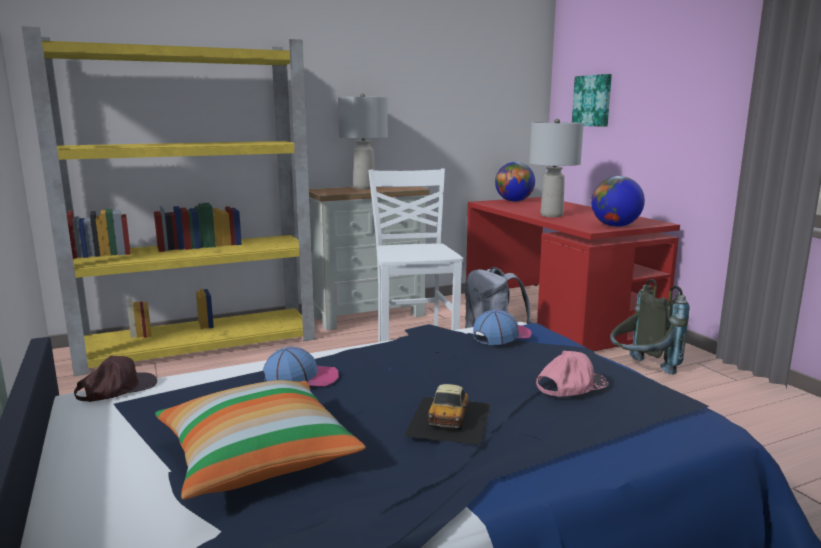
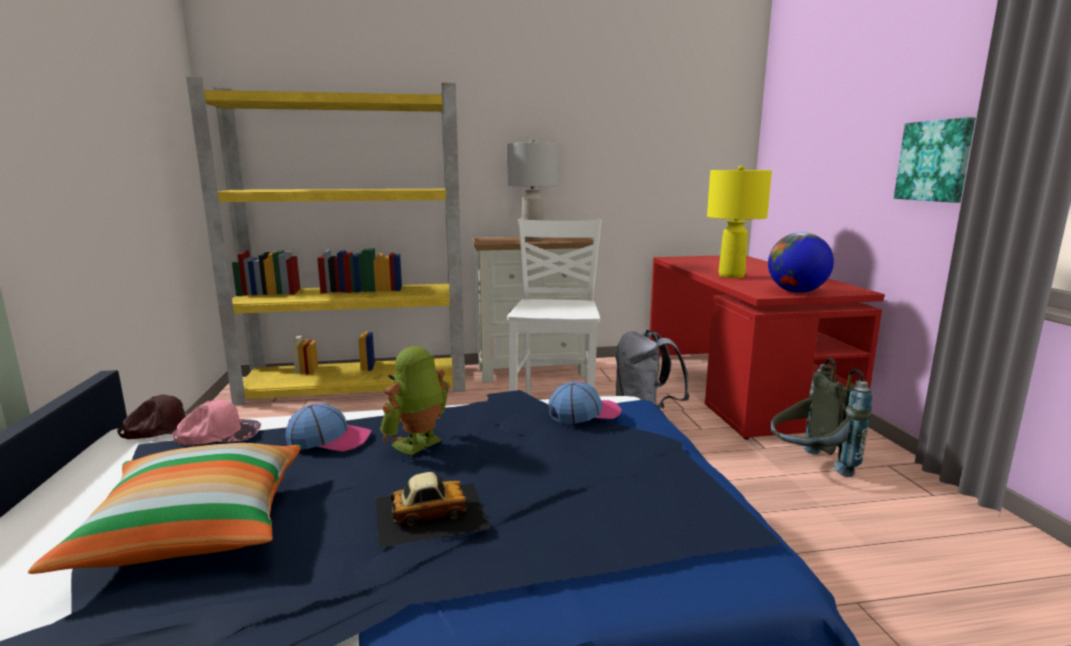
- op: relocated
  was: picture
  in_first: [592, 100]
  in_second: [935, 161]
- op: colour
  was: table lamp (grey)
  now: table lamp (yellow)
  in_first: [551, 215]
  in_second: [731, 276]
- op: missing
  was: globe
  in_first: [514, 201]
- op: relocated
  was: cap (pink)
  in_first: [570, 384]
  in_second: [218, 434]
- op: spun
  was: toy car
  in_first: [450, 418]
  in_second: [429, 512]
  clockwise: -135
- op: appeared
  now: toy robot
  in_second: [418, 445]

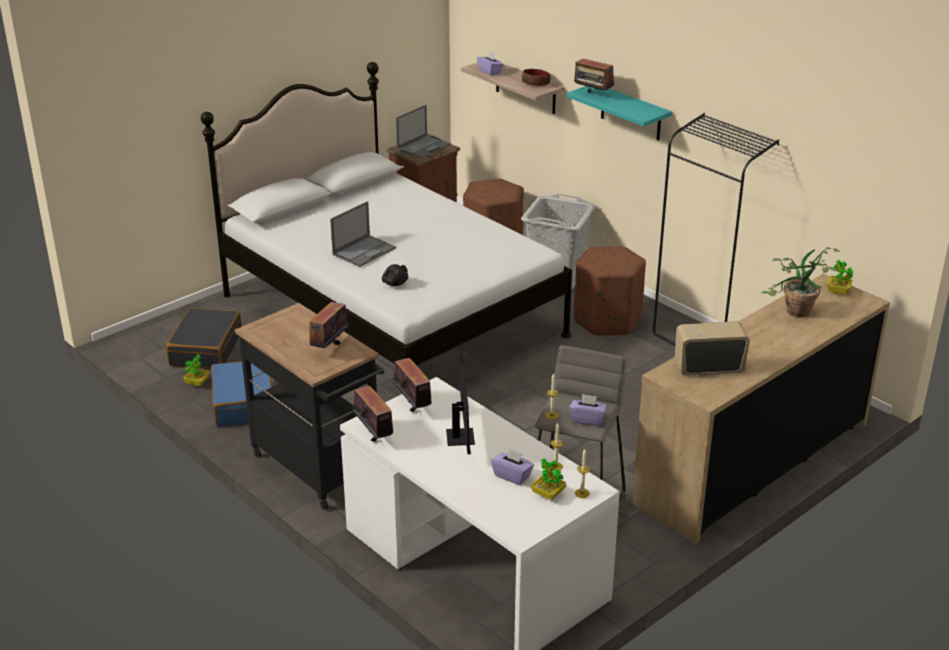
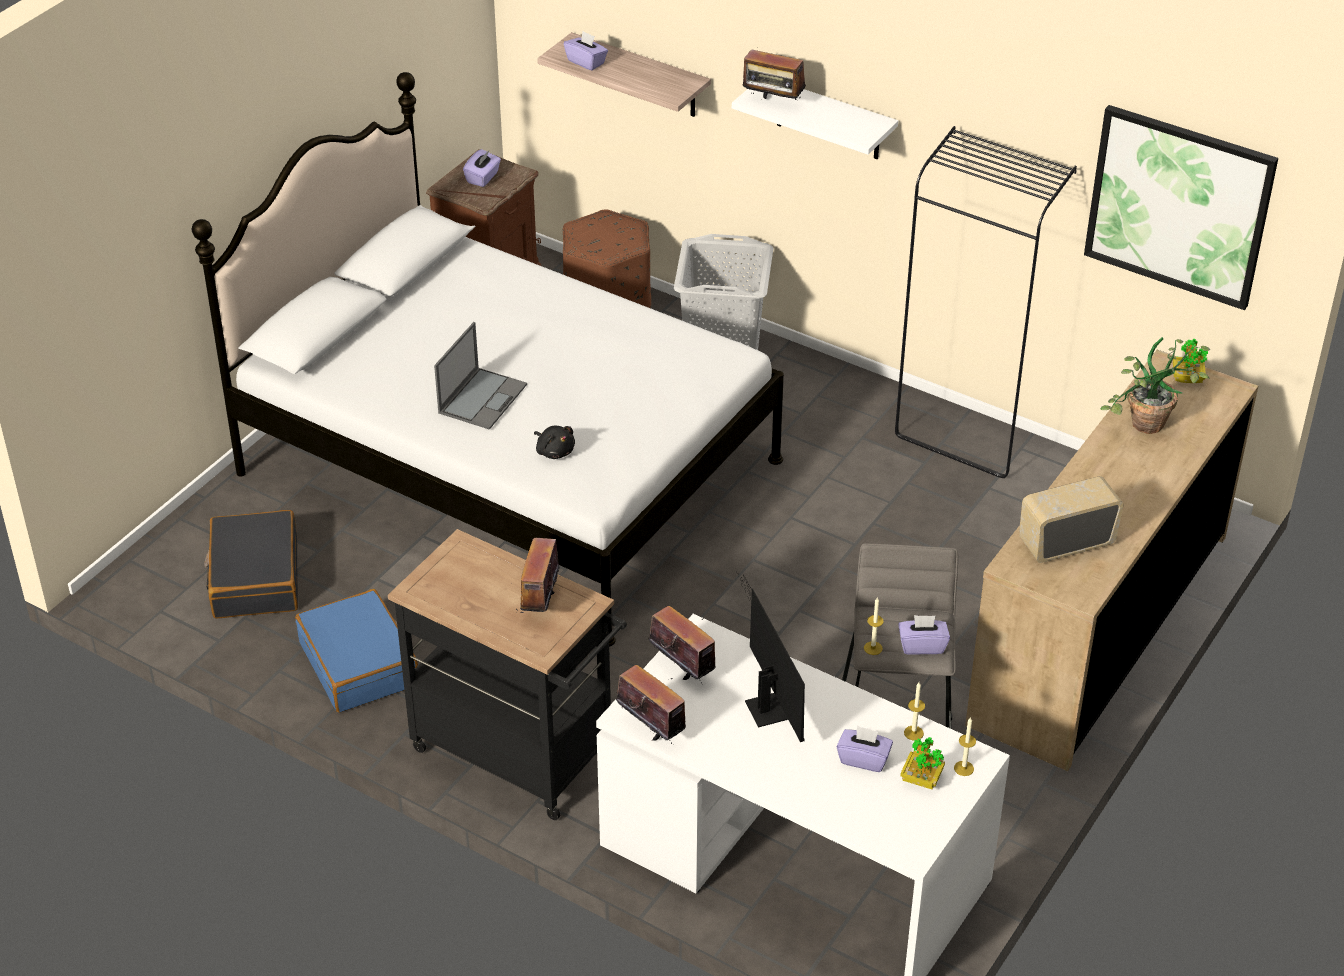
- op: missing
  was: bowl
  in_first: [536, 84]
- op: colour
  was: shelf (turquoise)
  now: shelf (white)
  in_first: [631, 112]
  in_second: [828, 119]
- op: exchanged
  was: laptop
  now: tissue box (purple)
  in_first: [424, 147]
  in_second: [483, 178]
- op: missing
  was: ottoman (brown)
  in_first: [607, 320]
- op: missing
  was: potted plant
  in_first: [197, 383]
- op: appeared
  now: picture
  in_second: [1179, 206]

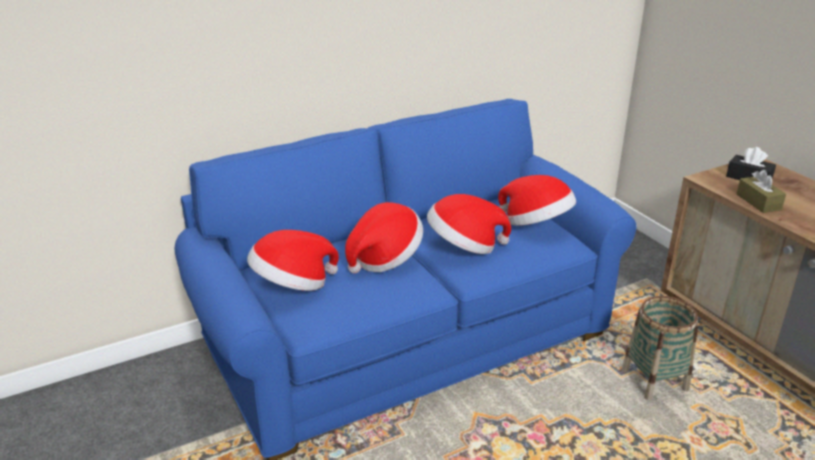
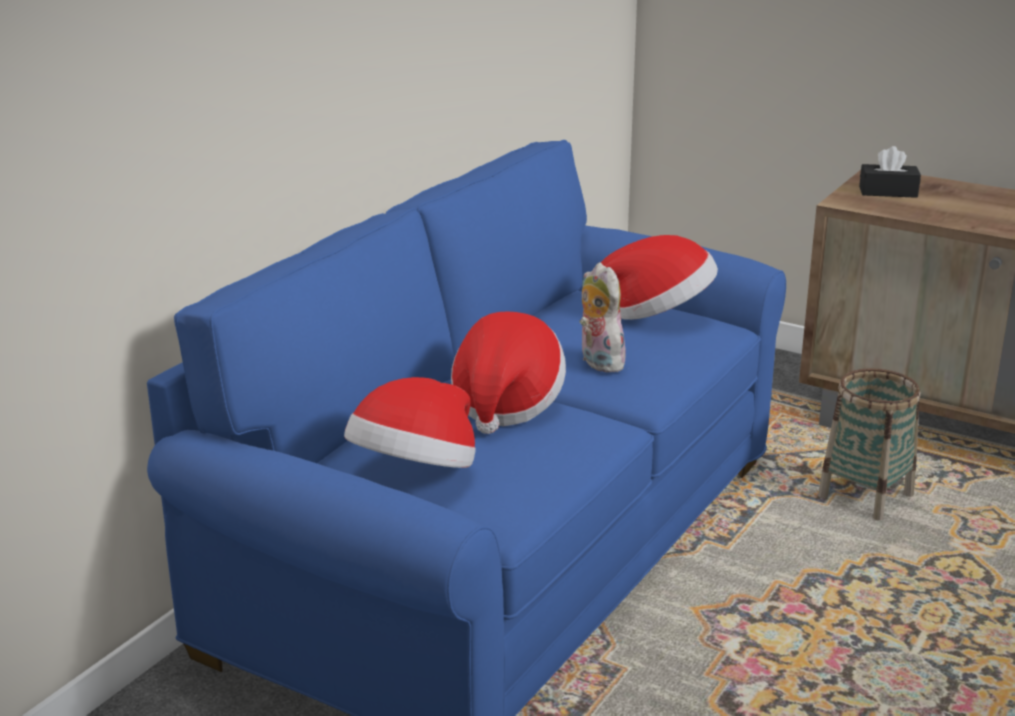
- op: missing
  was: tissue box (brown)
  in_first: [758, 202]
- op: exchanged
  was: hat
  now: plush toy
  in_first: [464, 246]
  in_second: [598, 362]

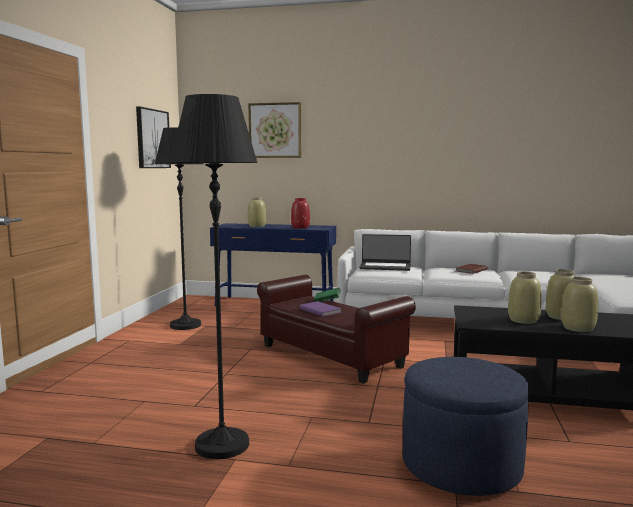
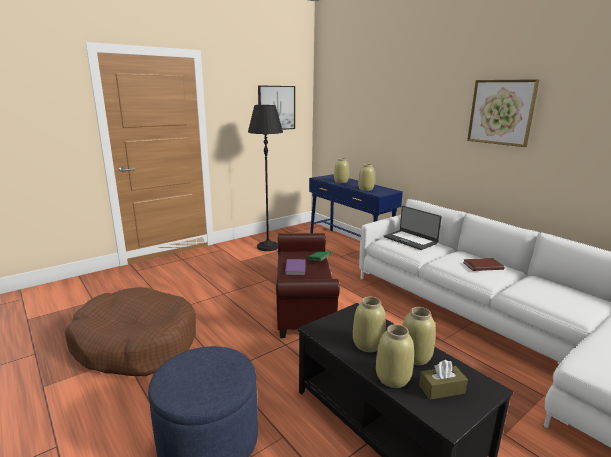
- op: exchanged
  was: floor lamp (black)
  now: dog bed (brown)
  in_first: [222, 445]
  in_second: [136, 344]
- op: relocated
  was: picture
  in_first: [275, 130]
  in_second: [501, 112]
- op: colour
  was: vase (red)
  now: vase (beige)
  in_first: [300, 227]
  in_second: [366, 189]
- op: appeared
  now: tissue box (brown)
  in_second: [441, 389]

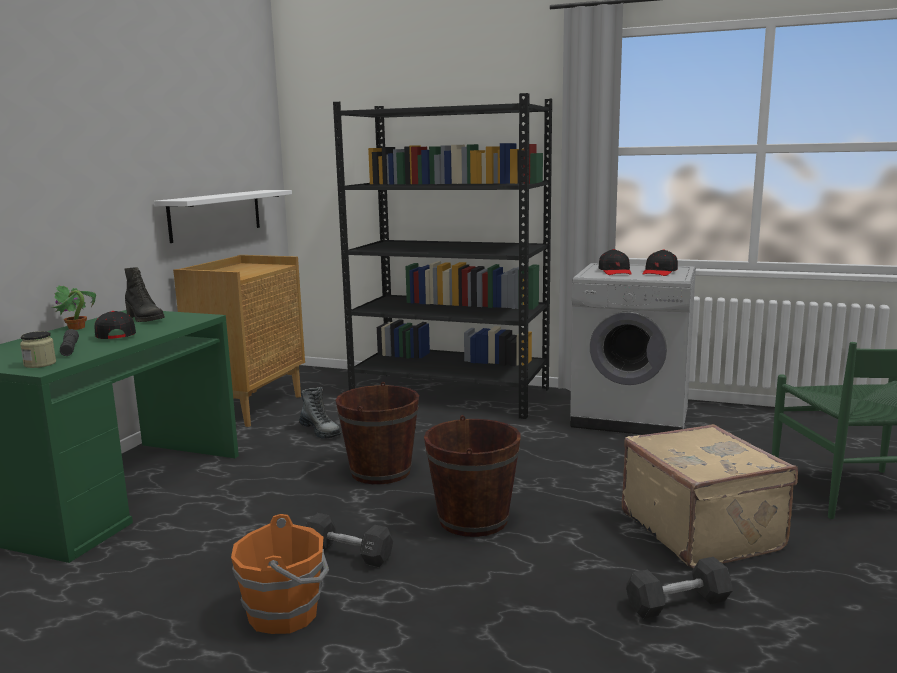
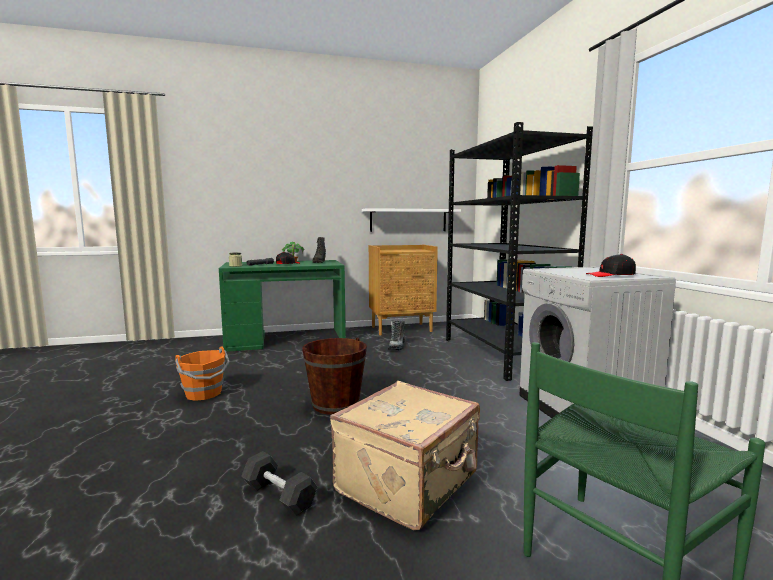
- op: missing
  was: cap (black)
  in_first: [615, 271]
- op: missing
  was: bucket (brown)
  in_first: [381, 471]
- op: missing
  was: dumbbell (black)
  in_first: [348, 554]

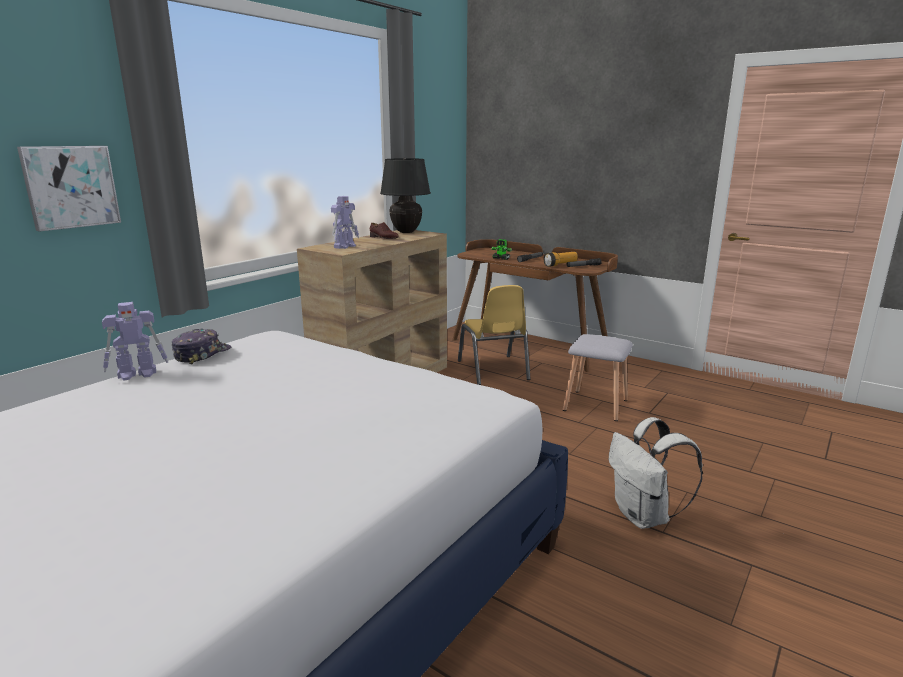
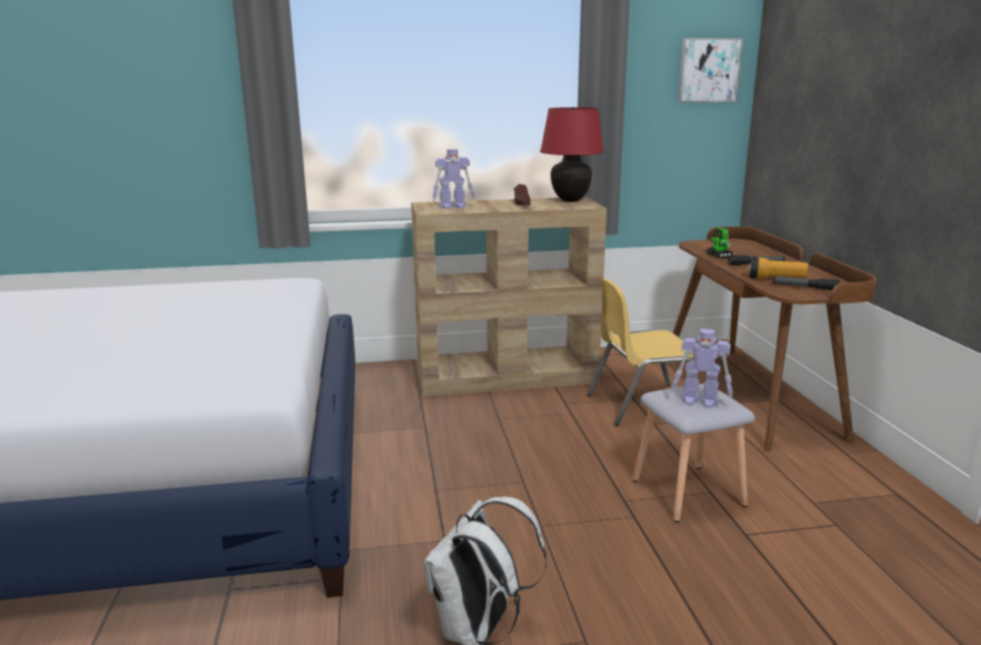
- op: relocated
  was: picture
  in_first: [70, 187]
  in_second: [708, 70]
- op: colour
  was: table lamp (black)
  now: table lamp (red)
  in_first: [406, 232]
  in_second: [570, 200]
- op: spun
  was: chair (yellow)
  in_first: [493, 370]
  in_second: [643, 405]
  clockwise: 45
- op: relocated
  was: toy robot
  in_first: [138, 374]
  in_second: [700, 401]
- op: missing
  was: cap
  in_first: [202, 354]

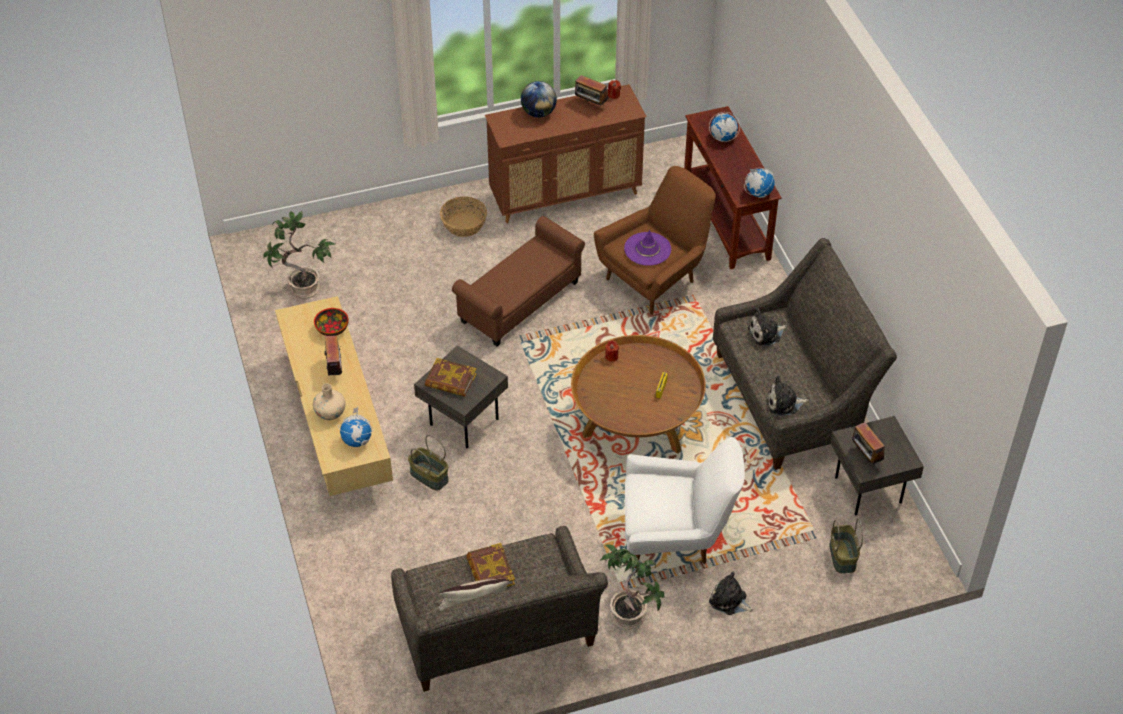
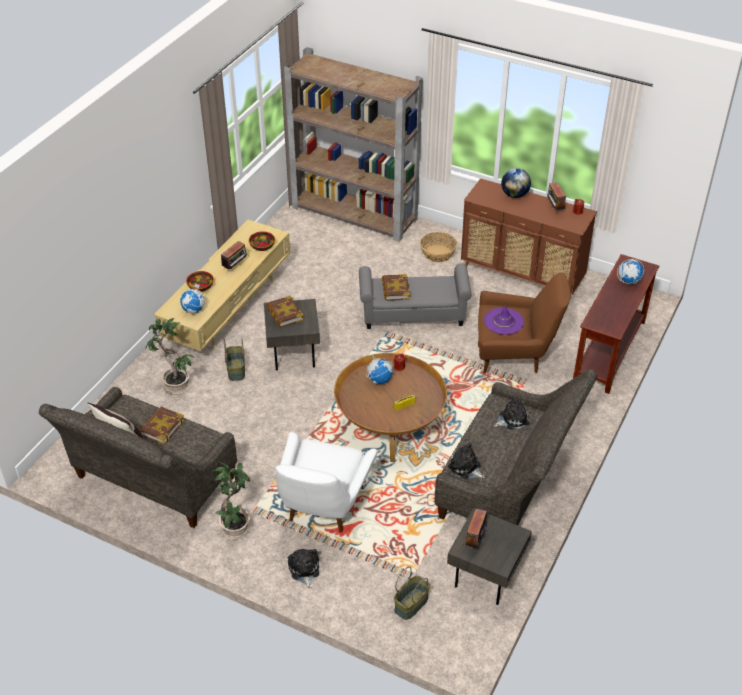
- op: relocated
  was: globe
  in_first: [758, 193]
  in_second: [379, 380]
- op: relocated
  was: potted plant
  in_first: [304, 289]
  in_second: [175, 386]
- op: colour
  was: ottoman (brown)
  now: ottoman (grey)
  in_first: [520, 302]
  in_second: [413, 314]
- op: spun
  was: plush toy
  in_first: [766, 333]
  in_second: [512, 419]
  clockwise: 135
- op: exchanged
  was: vase (beige)
  now: bowl
  in_first: [330, 413]
  in_second: [201, 287]
- op: spun
  was: armchair (white)
  in_first: [675, 537]
  in_second: [322, 508]
  clockwise: 60
- op: appeared
  now: bookcase (brown)
  in_second: [354, 213]
- op: appeared
  now: book
  in_second: [395, 290]

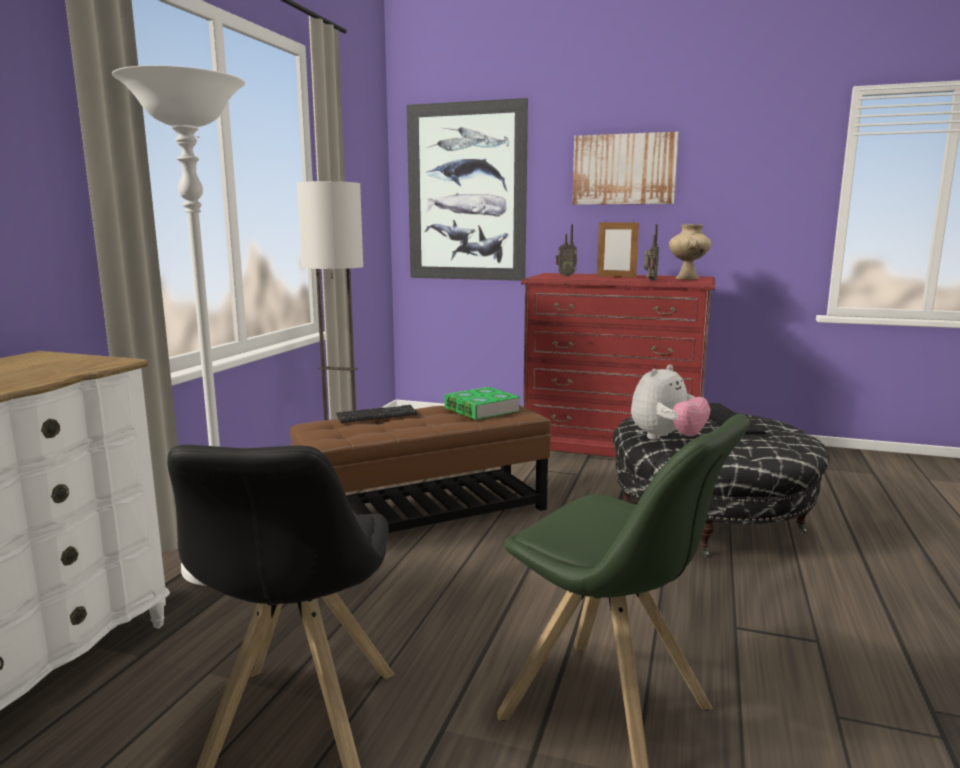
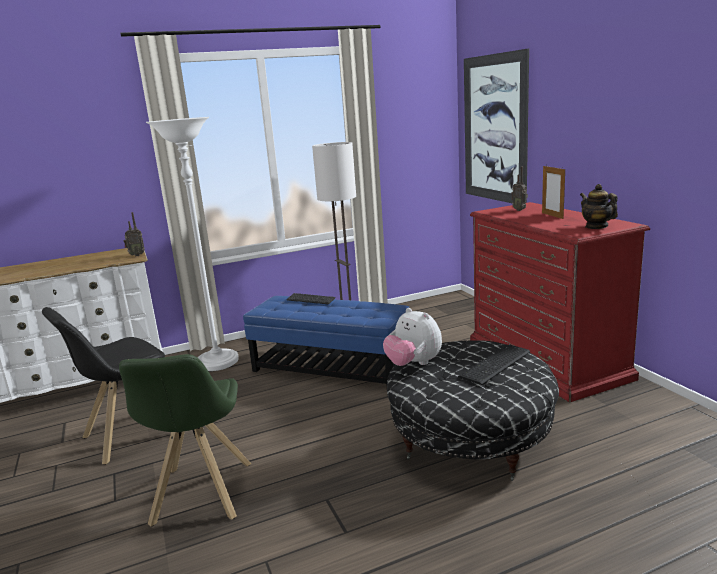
- op: missing
  was: picture
  in_first: [624, 169]
- op: relocated
  was: radio
  in_first: [649, 280]
  in_second: [136, 255]
- op: exchanged
  was: vase (beige)
  now: teapot
  in_first: [688, 278]
  in_second: [596, 226]
- op: spun
  was: plush toy
  in_first: [666, 438]
  in_second: [413, 364]
  clockwise: 45
- op: missing
  was: book
  in_first: [482, 409]
- op: colour
  was: ottoman (brown)
  now: ottoman (blue)
  in_first: [424, 513]
  in_second: [331, 367]

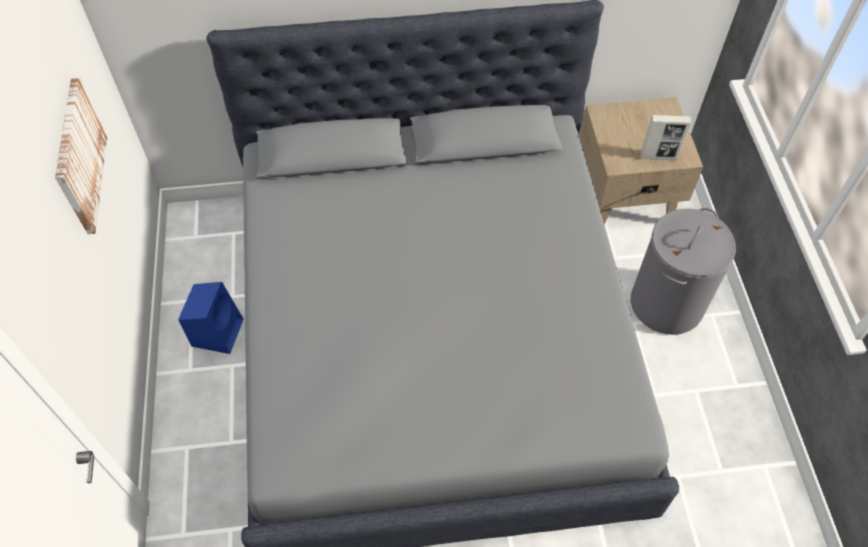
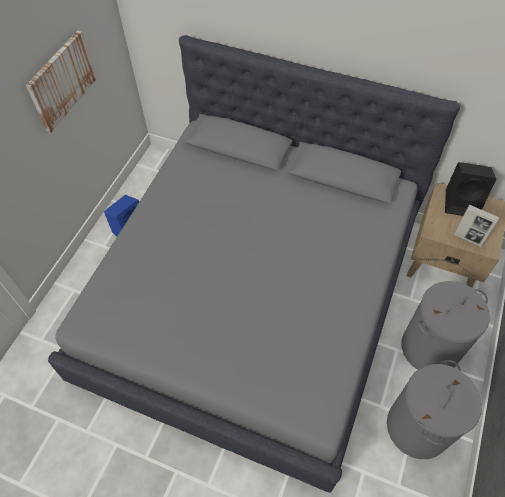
- op: appeared
  now: speaker (black)
  in_second: [462, 203]
- op: appeared
  now: laundry basket (grey)
  in_second: [418, 427]

